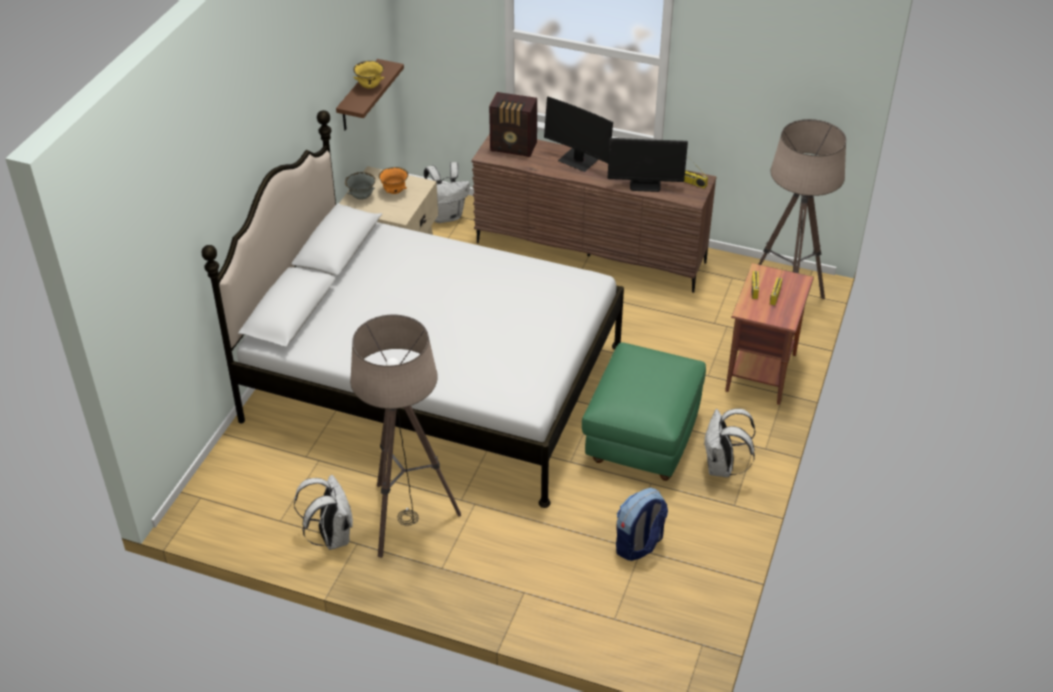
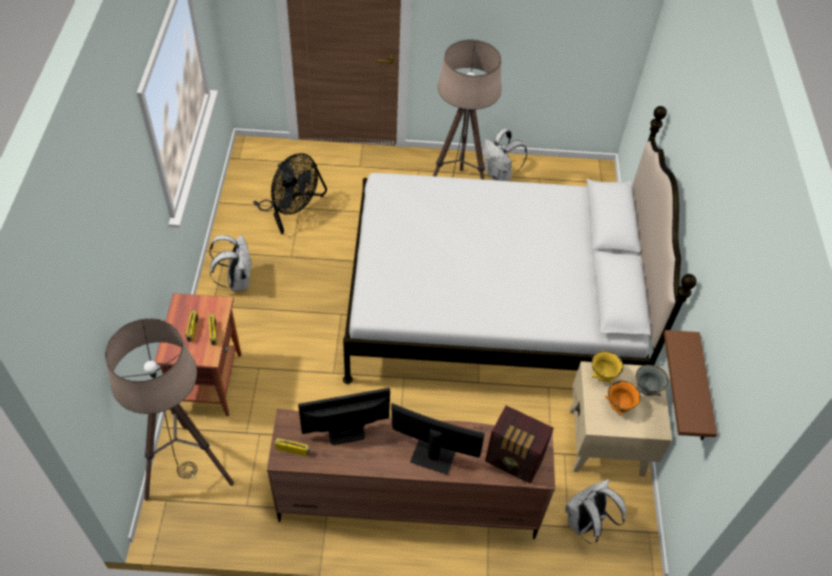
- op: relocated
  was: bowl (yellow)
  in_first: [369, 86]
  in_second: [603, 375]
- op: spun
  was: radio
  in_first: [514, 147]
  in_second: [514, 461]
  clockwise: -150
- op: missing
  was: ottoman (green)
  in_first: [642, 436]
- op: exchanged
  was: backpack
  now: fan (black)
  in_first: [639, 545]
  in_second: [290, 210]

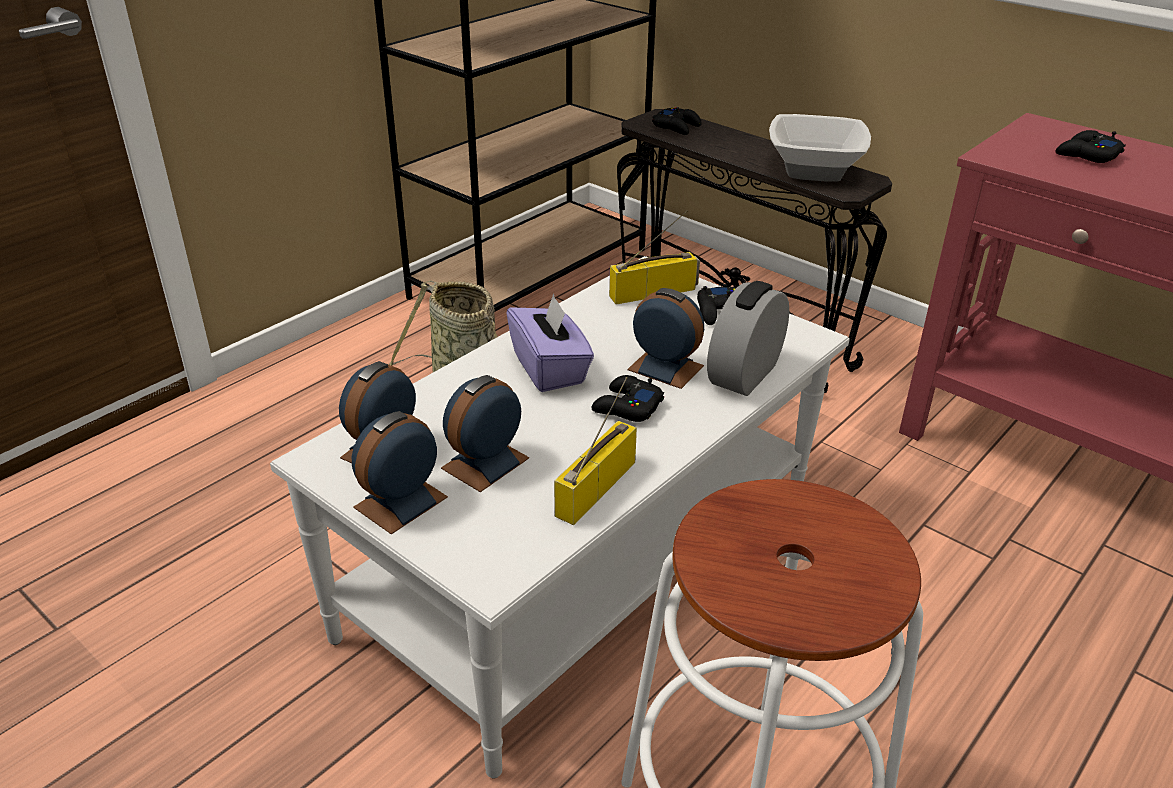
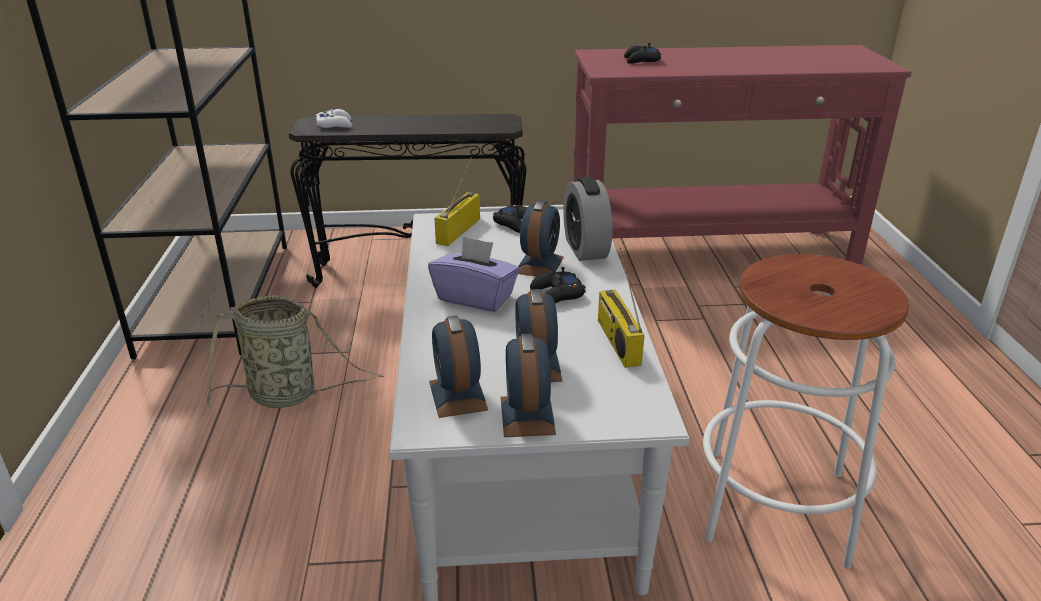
- op: colour
  was: game controller (black)
  now: game controller (white)
  in_first: [677, 127]
  in_second: [335, 124]
- op: missing
  was: bowl
  in_first: [813, 169]
- op: spun
  was: alarm clock
  in_first: [665, 368]
  in_second: [539, 265]
  clockwise: 120

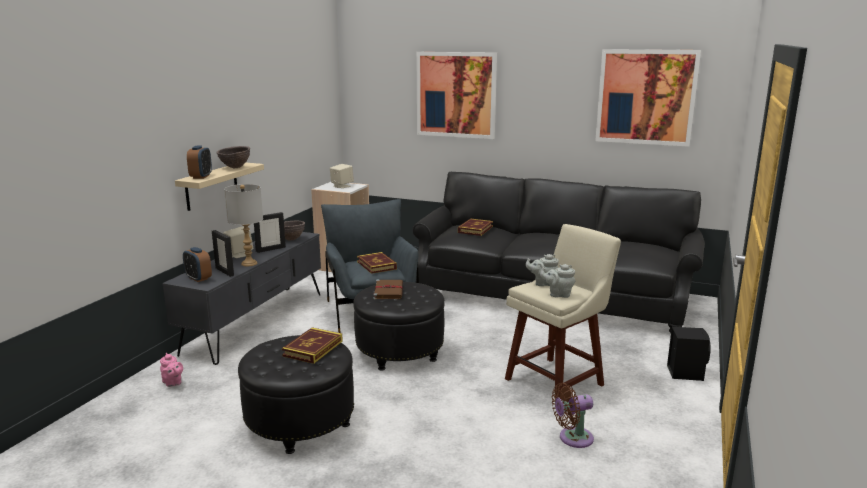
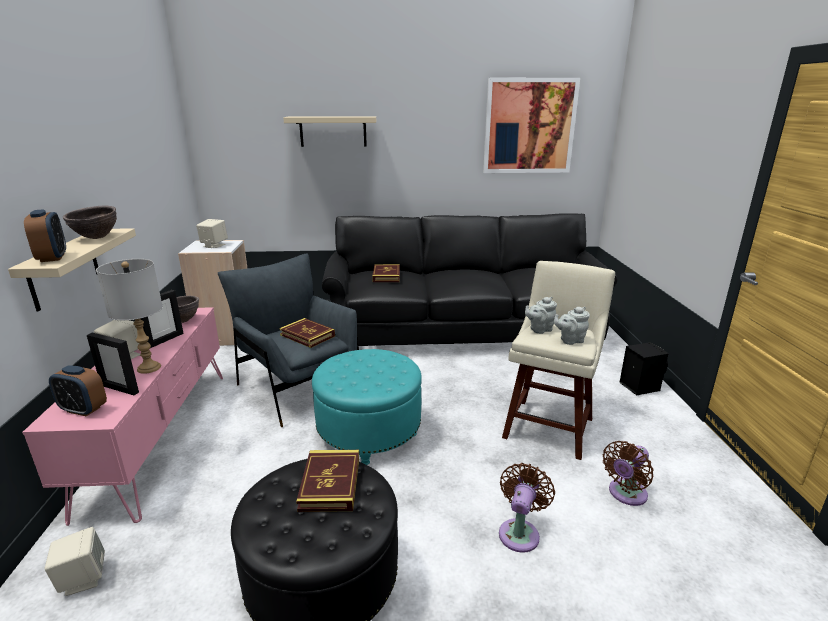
- op: exchanged
  was: picture
  now: shelf (beige)
  in_first: [456, 95]
  in_second: [333, 131]
- op: colour
  was: tv stand (grey)
  now: tv stand (pink)
  in_first: [256, 322]
  in_second: [161, 436]
- op: missing
  was: book (brown)
  in_first: [388, 291]
- op: colour
  was: ottoman (black)
  now: ottoman (turquoise)
  in_first: [400, 352]
  in_second: [369, 433]
- op: exchanged
  was: teapot (pink)
  now: speaker (beige)
  in_first: [172, 383]
  in_second: [82, 579]
- op: appeared
  now: fan (brown)
  in_second: [520, 532]

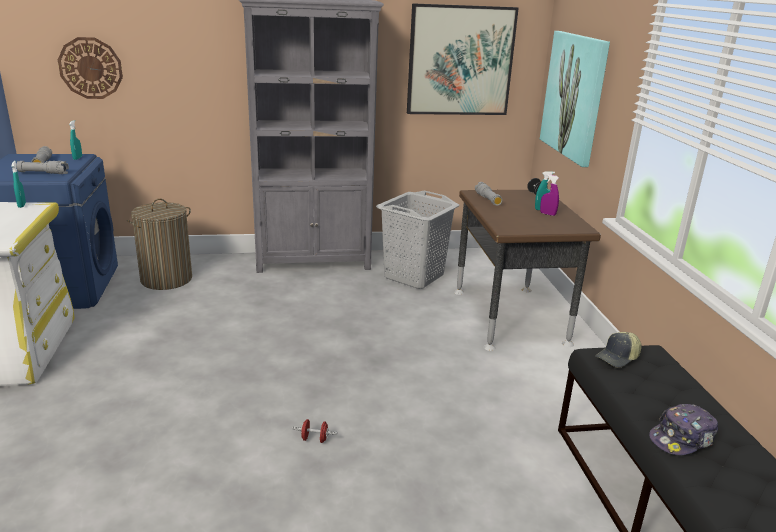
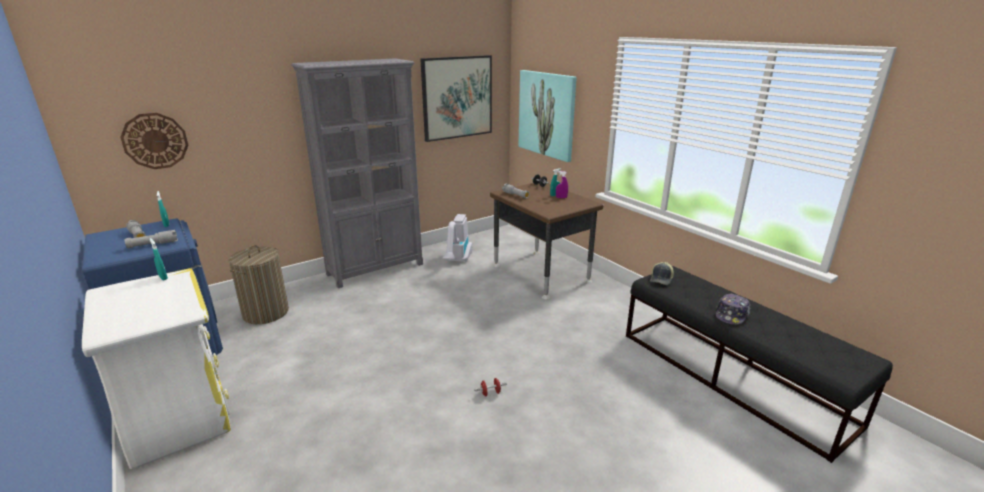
- op: exchanged
  was: laundry basket (grey)
  now: vacuum cleaner
  in_first: [414, 276]
  in_second: [457, 261]

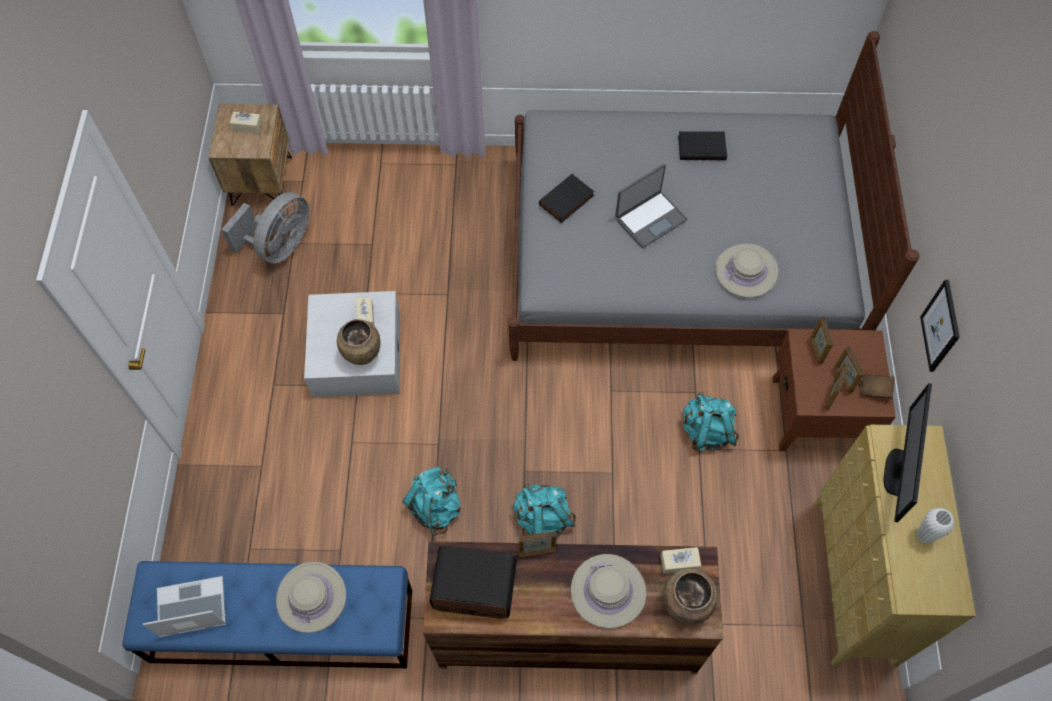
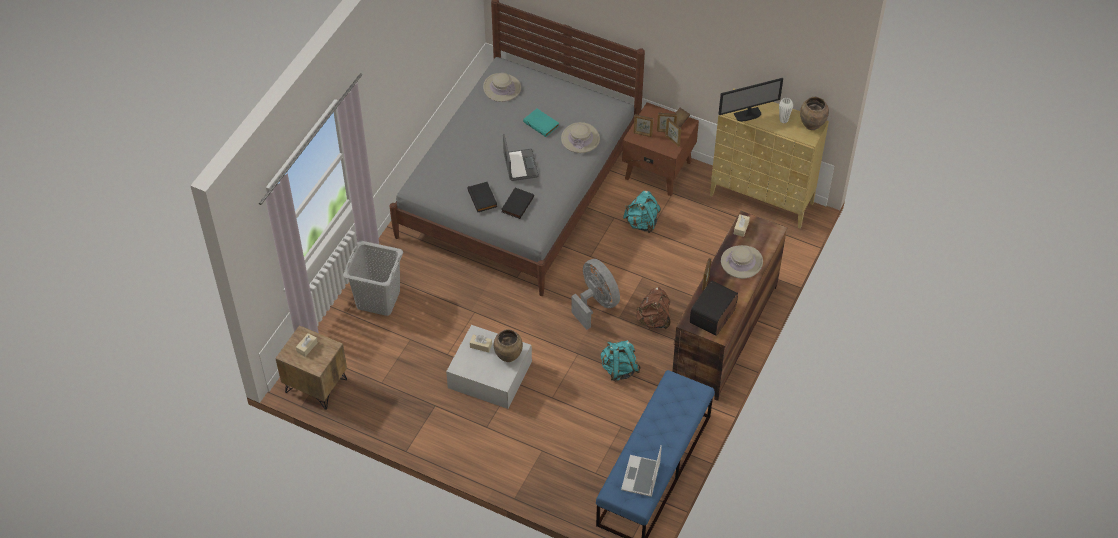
- op: relocated
  was: book (black)
  in_first: [702, 147]
  in_second: [517, 204]
- op: relocated
  was: fan (grey)
  in_first: [279, 246]
  in_second: [596, 304]
- op: missing
  was: picture
  in_first: [940, 326]
- op: spun
  was: monitor
  in_first: [896, 472]
  in_second: [748, 115]
  clockwise: -60
- op: colour
  was: backpack (turquoise)
  now: backpack (brown)
  in_first: [543, 519]
  in_second: [654, 320]
- op: relocated
  was: hat (beige)
  in_first: [311, 597]
  in_second: [502, 88]
- op: relocated
  was: vase (brown)
  in_first: [685, 605]
  in_second: [811, 125]
- op: appeared
  now: book (turquoise)
  in_second: [542, 124]
- op: appeared
  now: laundry basket (grey)
  in_second: [378, 299]

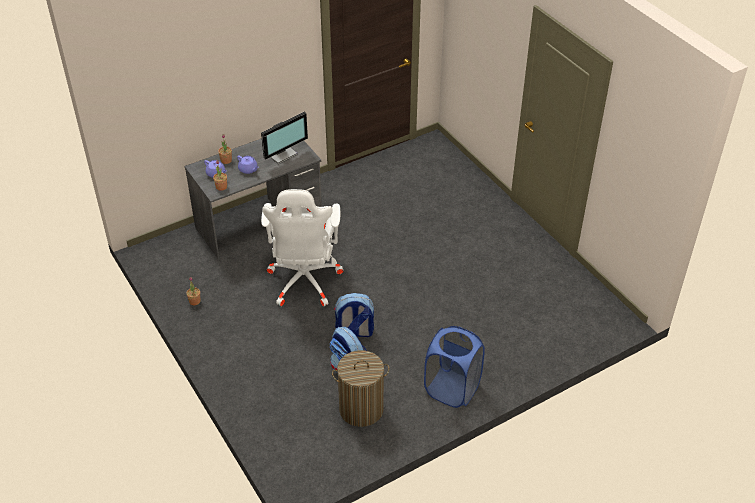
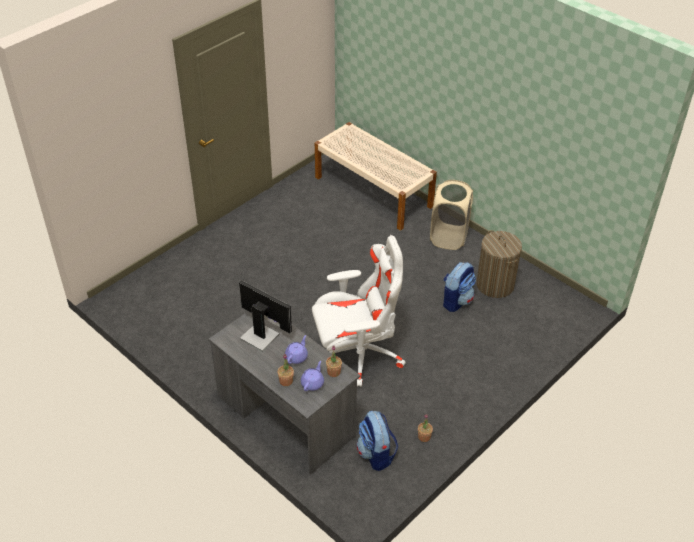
- op: relocated
  was: backpack
  in_first: [354, 332]
  in_second: [376, 454]
- op: colour
  was: laundry basket (blue)
  now: laundry basket (beige)
  in_first: [452, 389]
  in_second: [449, 237]
- op: appeared
  now: bench (beige)
  in_second: [373, 191]

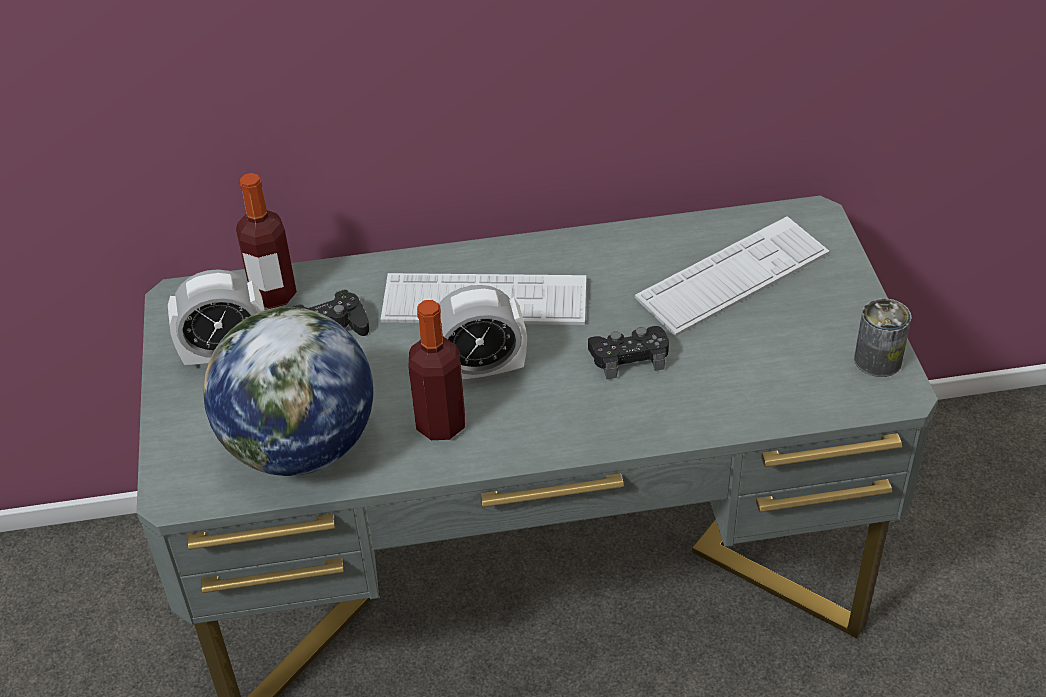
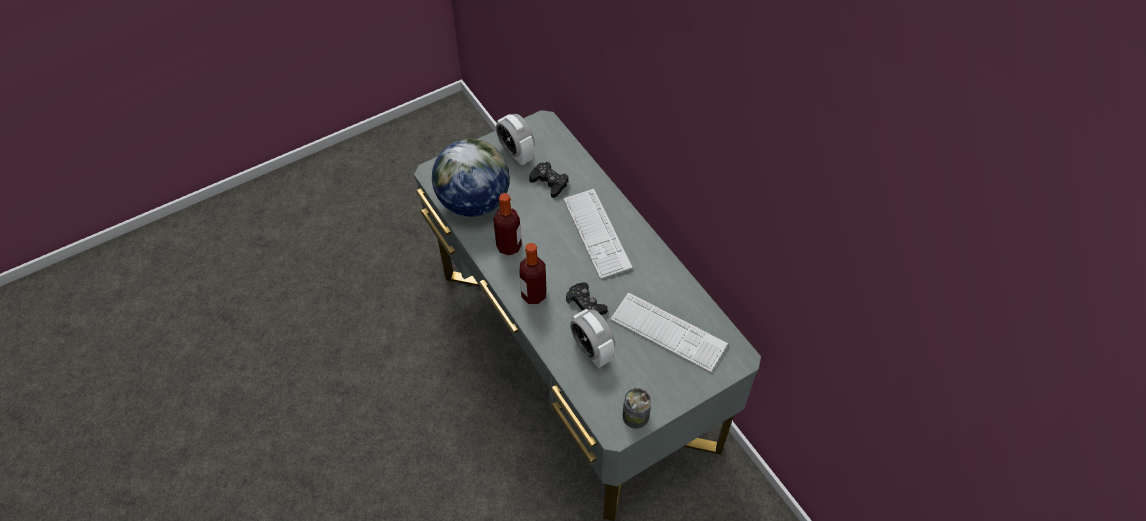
- op: relocated
  was: bottle
  in_first: [273, 295]
  in_second: [534, 295]
- op: relocated
  was: alarm clock
  in_first: [480, 372]
  in_second: [592, 350]

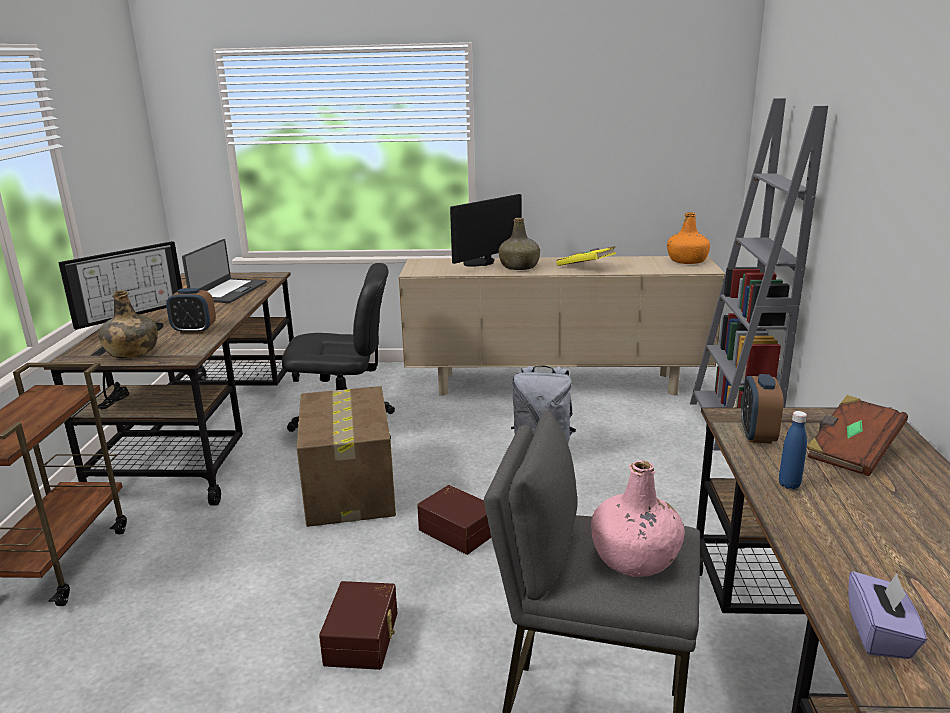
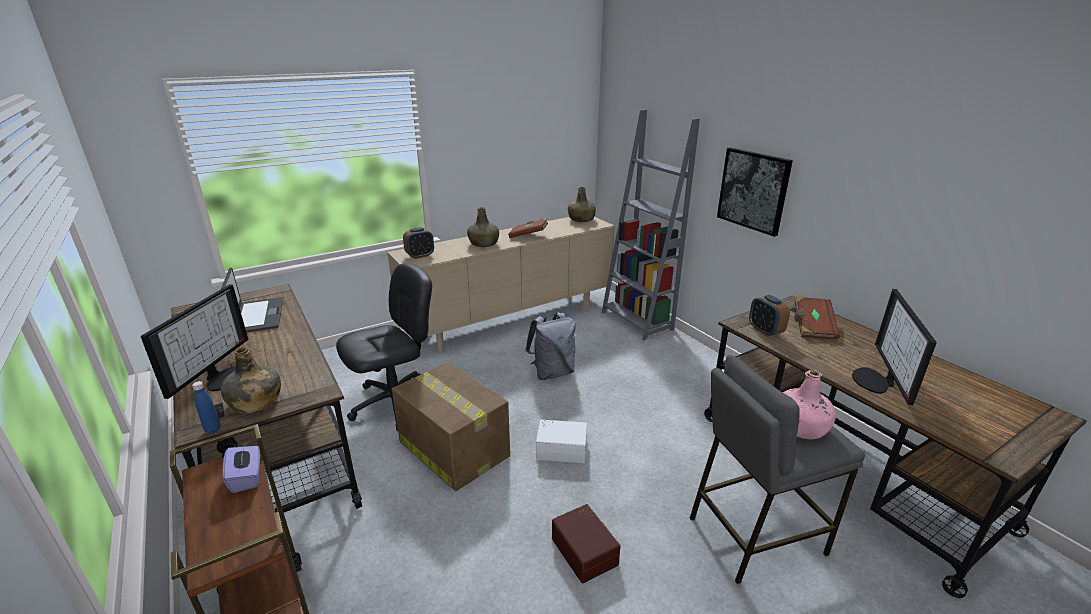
- op: relocated
  was: monitor
  in_first: [481, 263]
  in_second: [876, 381]
- op: colour
  was: bottle (orange)
  now: bottle (green)
  in_first: [687, 261]
  in_second: [581, 219]
- op: colour
  was: book (yellow)
  now: book (brown)
  in_first: [586, 267]
  in_second: [528, 236]
- op: relocated
  was: alarm clock
  in_first: [194, 330]
  in_second: [420, 256]
- op: relocated
  was: bottle (blue)
  in_first: [789, 484]
  in_second: [213, 429]
- op: colour
  was: storage box (brown)
  now: storage box (white)
  in_first: [459, 530]
  in_second: [561, 448]
- op: relocated
  was: tissue box (purple)
  in_first: [880, 634]
  in_second: [247, 478]
- op: appeared
  now: picture
  in_second: [753, 190]

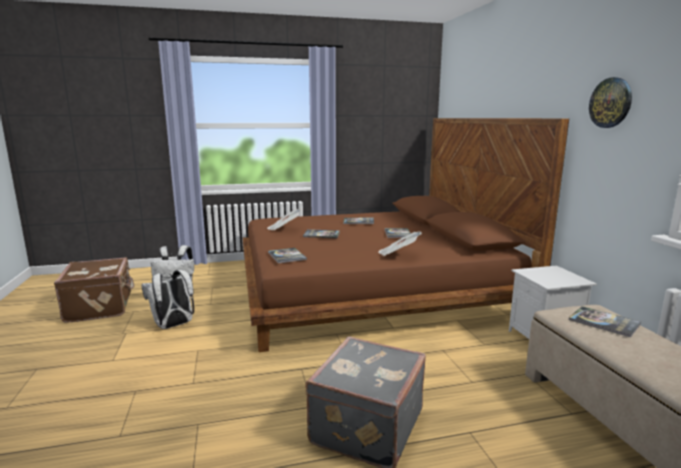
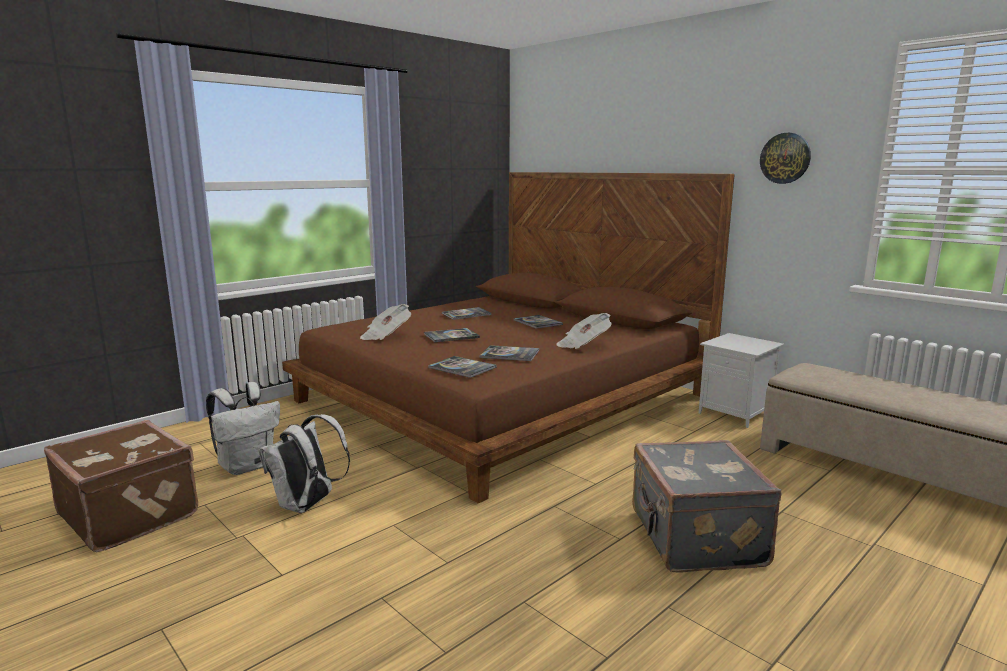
- op: relocated
  was: book
  in_first: [604, 322]
  in_second: [509, 354]

